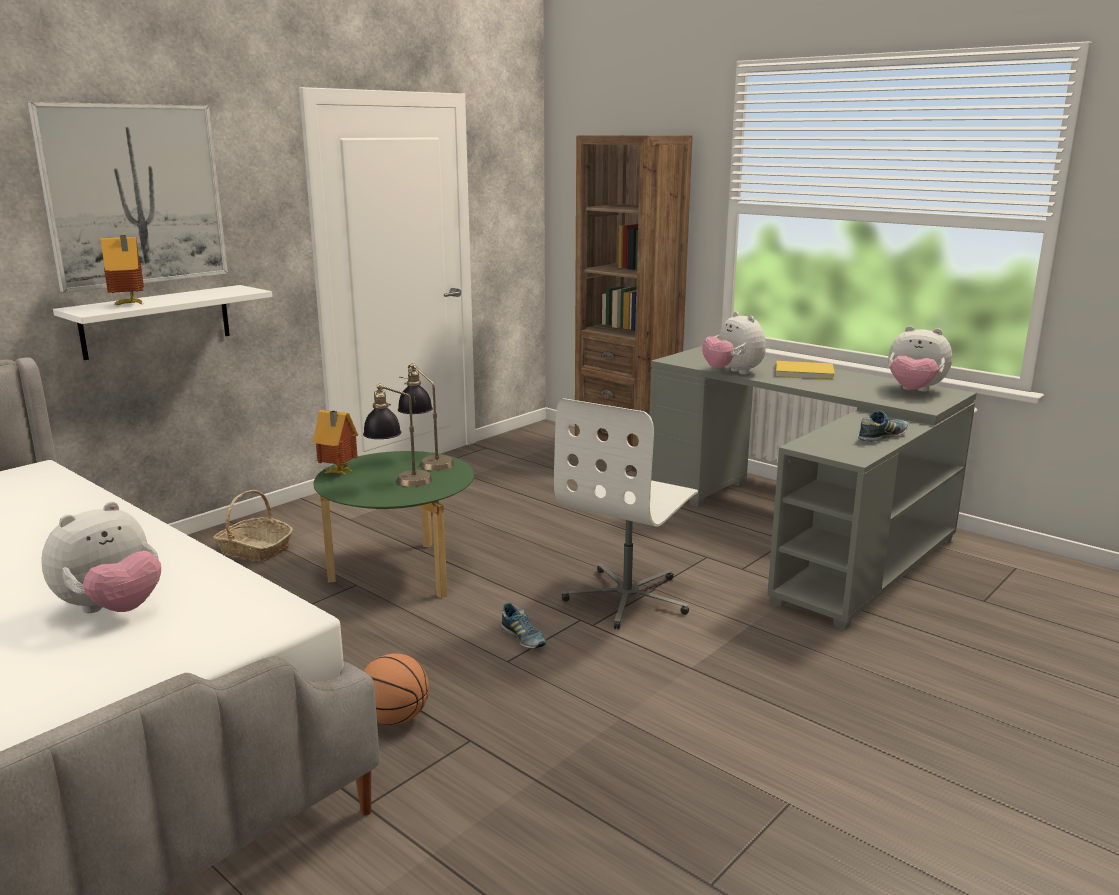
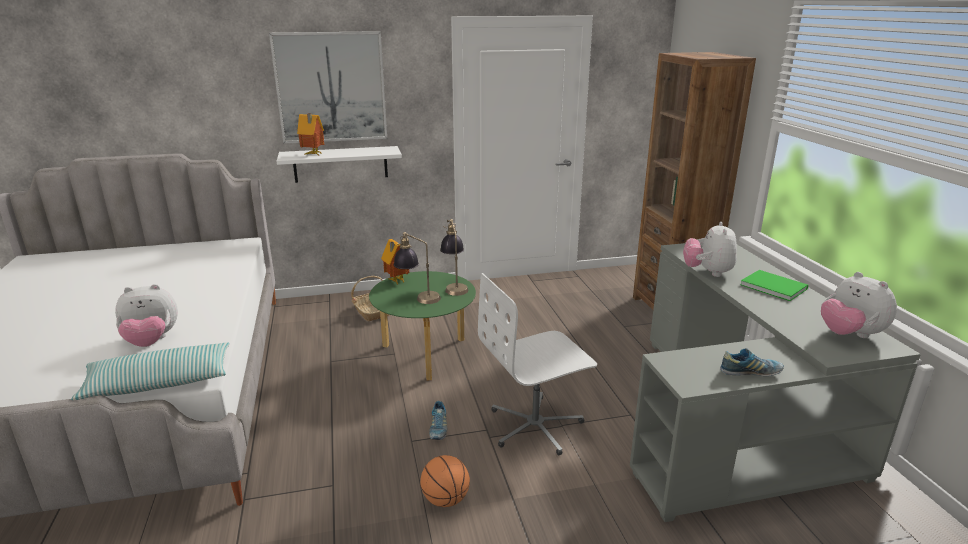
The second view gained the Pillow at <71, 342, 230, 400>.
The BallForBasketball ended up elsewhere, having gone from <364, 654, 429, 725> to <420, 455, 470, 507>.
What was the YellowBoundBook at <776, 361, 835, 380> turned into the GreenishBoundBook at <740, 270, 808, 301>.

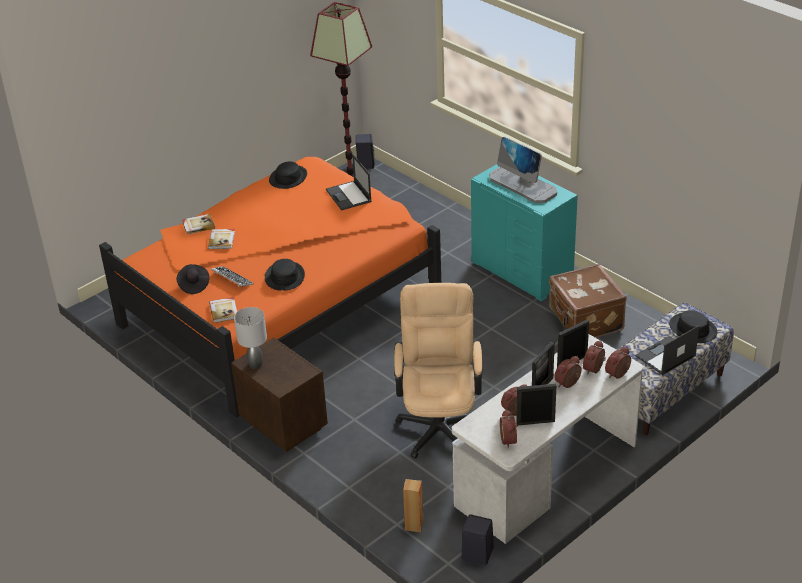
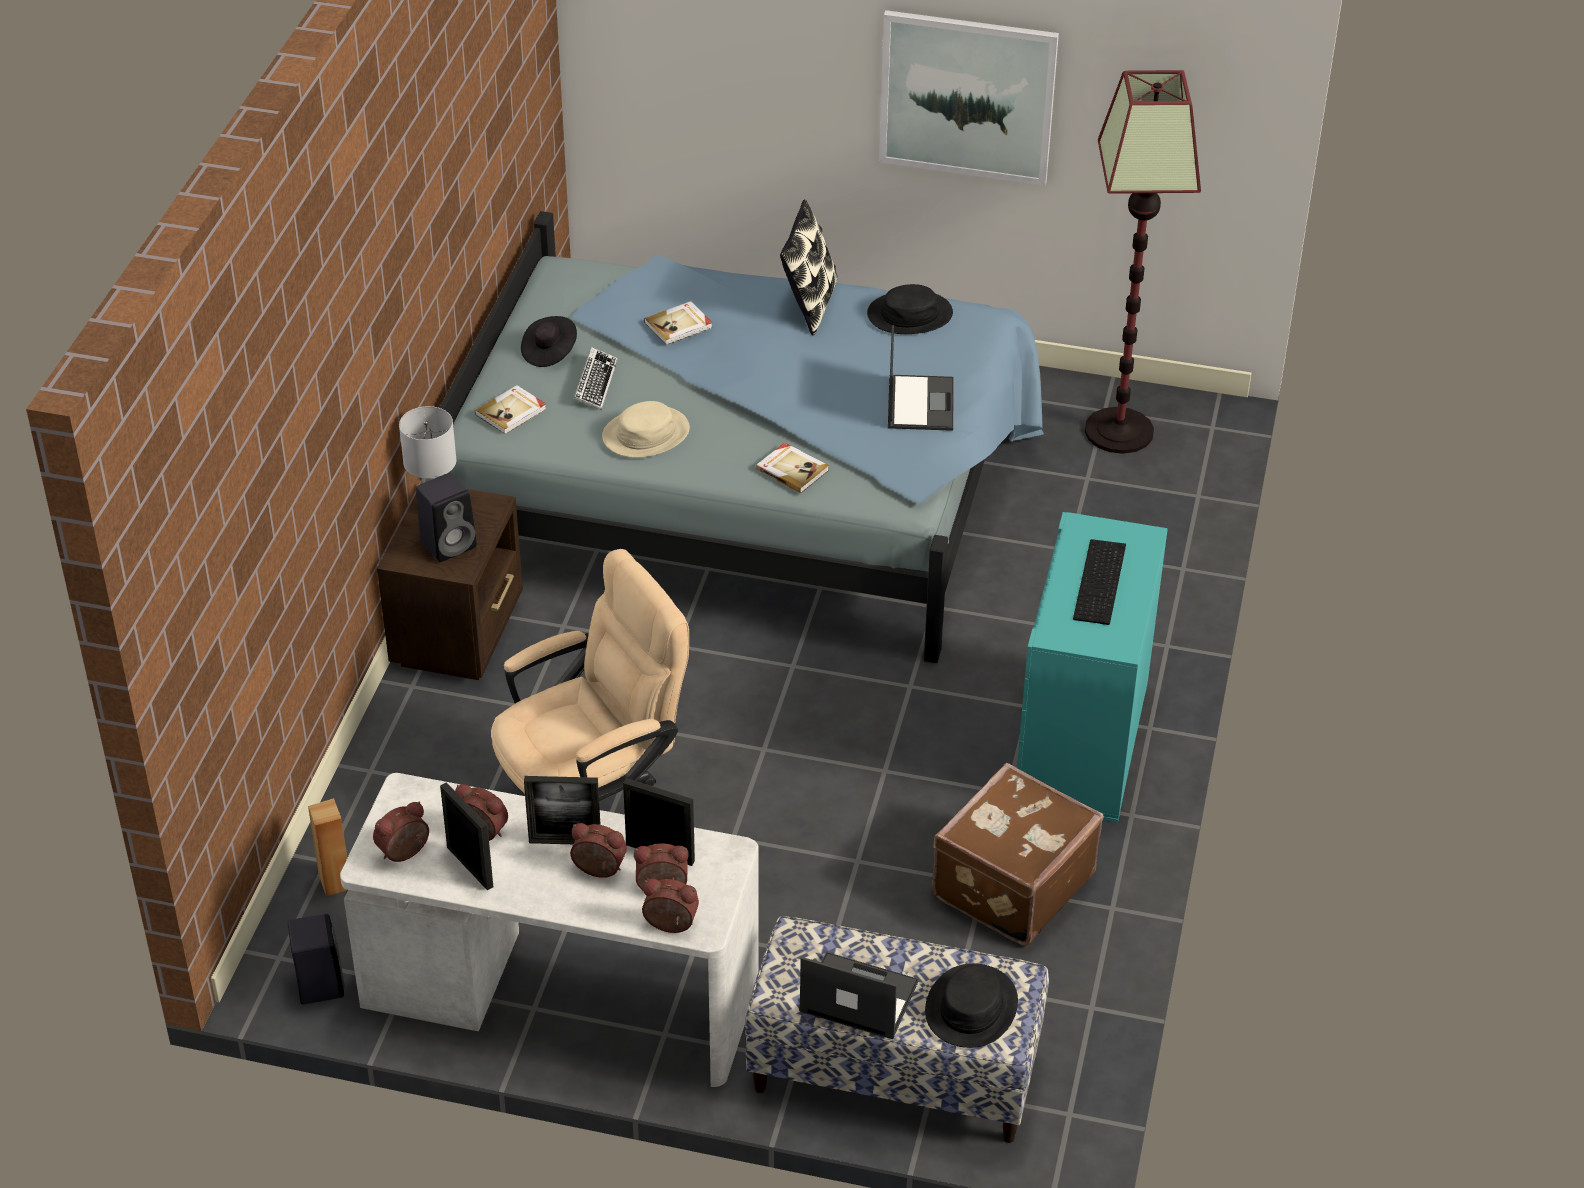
The second view gained the Pillow at <780, 199, 838, 335>.
The second view gained the Picture at <879, 10, 1059, 186>.
The BoundBook ended up elsewhere, having gone from <182, 214, 215, 235> to <756, 442, 829, 493>.
The BlackAudioSpeaker ended up elsewhere, having gone from <356, 134, 375, 169> to <416, 473, 477, 562>.
Where the ComputerScreen stood at <489, 137, 557, 203>, the ComputerKeyboard came to stand at <1073, 539, 1126, 625>.
What was the OrangeyBed at <99, 157, 441, 418> turned into the BluishBed at <440, 211, 1044, 663>.
What was the BlackHat at <265, 259, 305, 291> turned into the SandColouredHat at <602, 401, 690, 458>.
The NotebookComputer at <326, 154, 372, 211> ended up facing another way, 150 degrees clockwise from before.

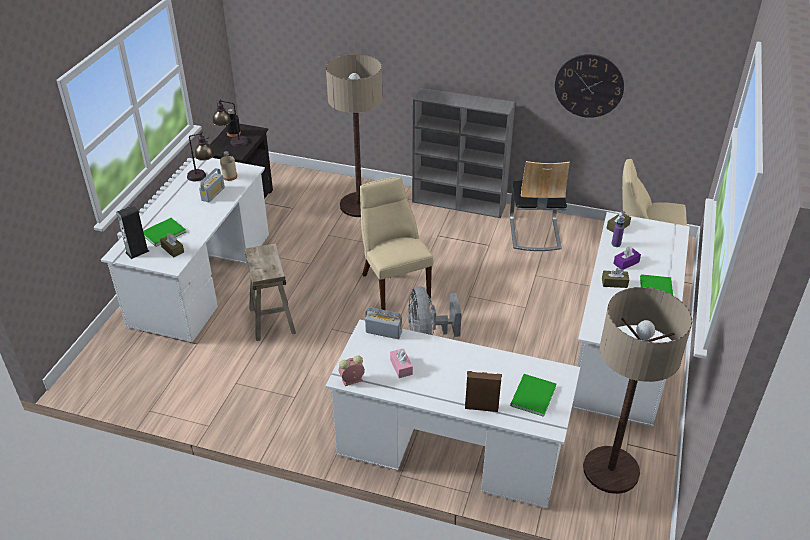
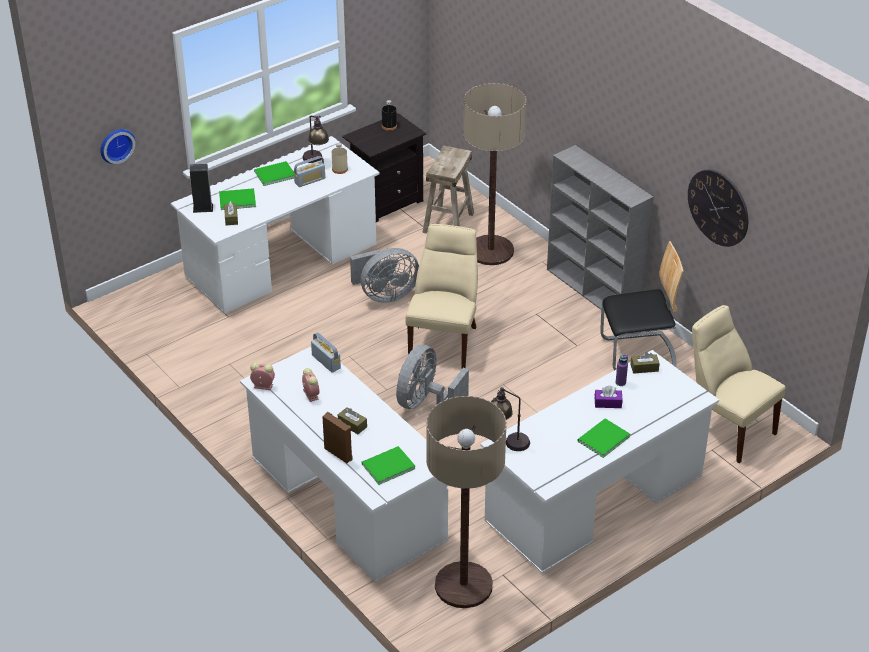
The second view gained the WallClock at <101, 129, 135, 164>.
The second view gained the GreenishBoundBook at <254, 161, 294, 186>.
The second view gained the GreyishFan at <350, 248, 419, 303>.
The LampForATable ended up elsewhere, having gone from <213, 100, 248, 147> to <491, 387, 530, 451>.
The SandColouredStool ended up elsewhere, having gone from <245, 243, 296, 341> to <422, 145, 474, 233>.
The BrownColouredBoxOfTissues ended up elsewhere, having gone from <602, 268, 629, 288> to <338, 407, 367, 434>.
Where the PinkColouredBoxOfTissues stood at <390, 348, 413, 378>, the TableClock came to stand at <302, 368, 319, 402>.
The Chair at <510, 161, 570, 251> ended up facing another way, 135 degrees counterclockwise from before.

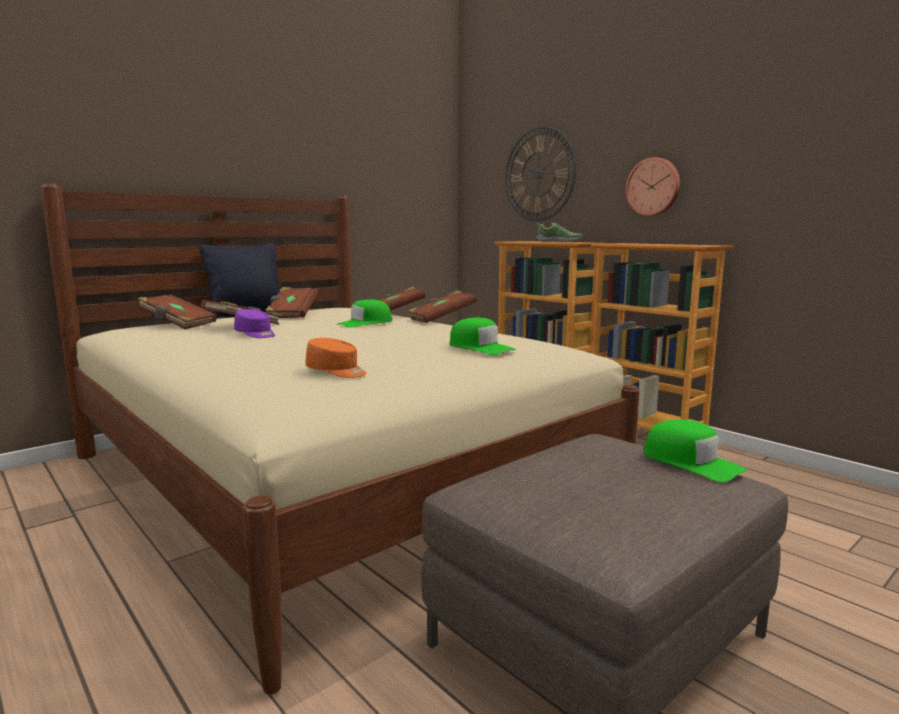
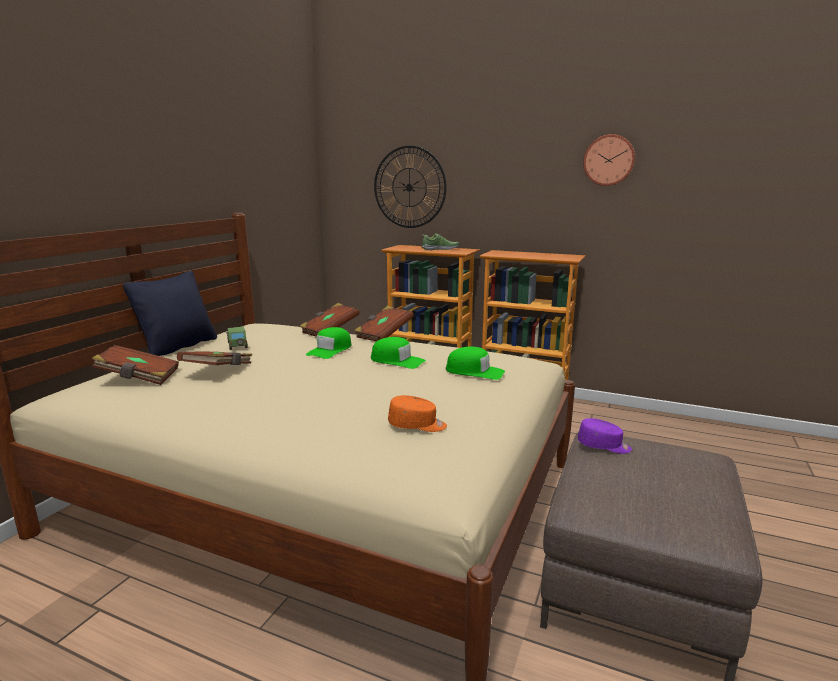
The PurpleColouredBaseballCap ended up elsewhere, having gone from <234, 309, 275, 338> to <578, 418, 632, 454>.
The WallClock ended up elsewhere, having gone from <625, 157, 680, 216> to <583, 134, 635, 186>.
The GreenishBaseballCap ended up elsewhere, having gone from <644, 419, 747, 482> to <371, 337, 426, 369>.
Where the BrownColouredBoundBook stood at <265, 287, 318, 318>, the ToyCar came to stand at <226, 327, 248, 350>.

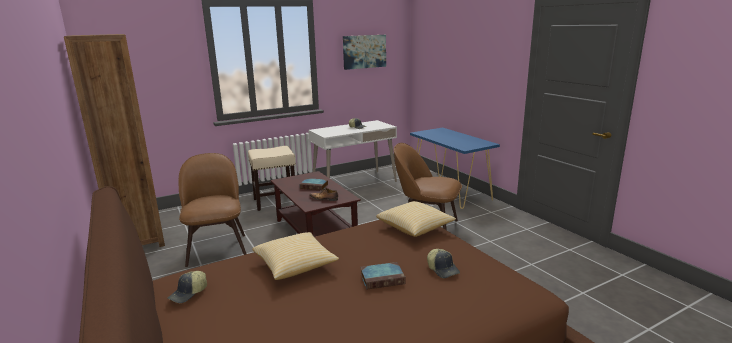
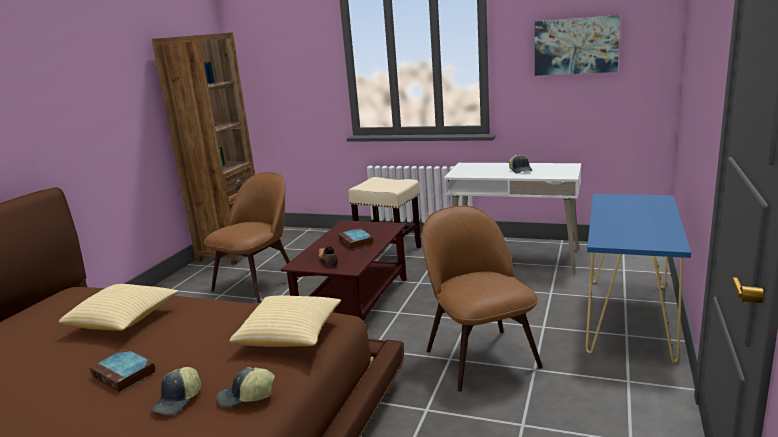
The BaseballCap ended up elsewhere, having gone from <168, 271, 207, 303> to <217, 367, 275, 407>.

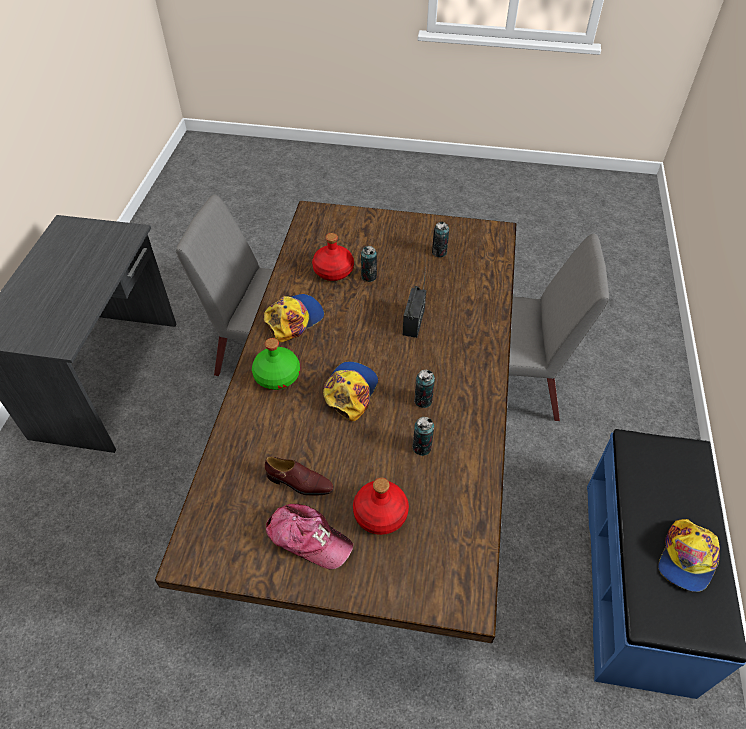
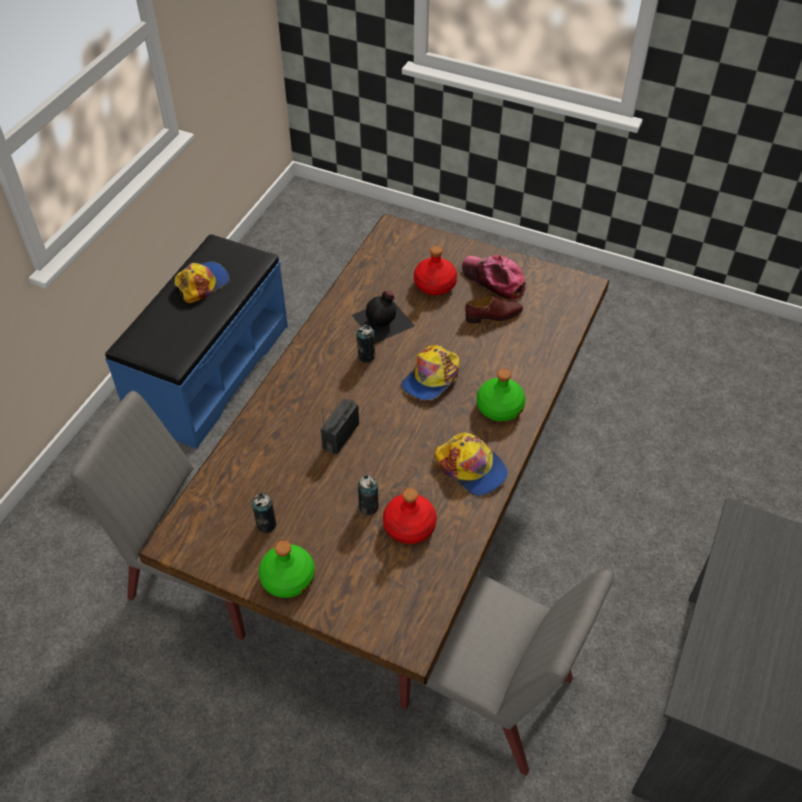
The second view gained the GreenishDrinkBottle at <259, 541, 315, 598>.
Where the MetalCan stood at <412, 417, 434, 456>, the BlackDrinkBottle came to stand at <352, 290, 415, 344>.
The BaseballCap at <264, 294, 324, 342> ended up facing another way, 105 degrees counterclockwise from before.
The BrownColouredShoe at <265, 457, 334, 496> ended up facing another way, 135 degrees clockwise from before.

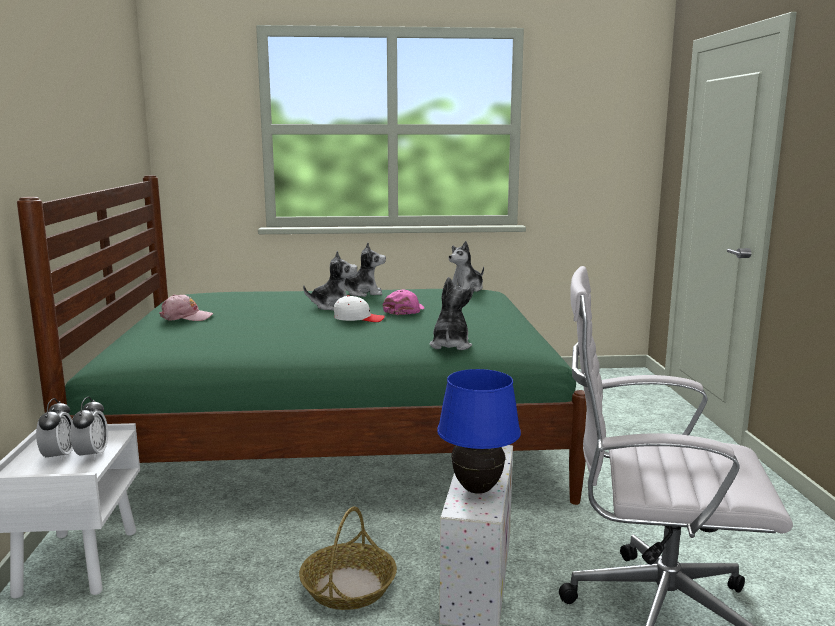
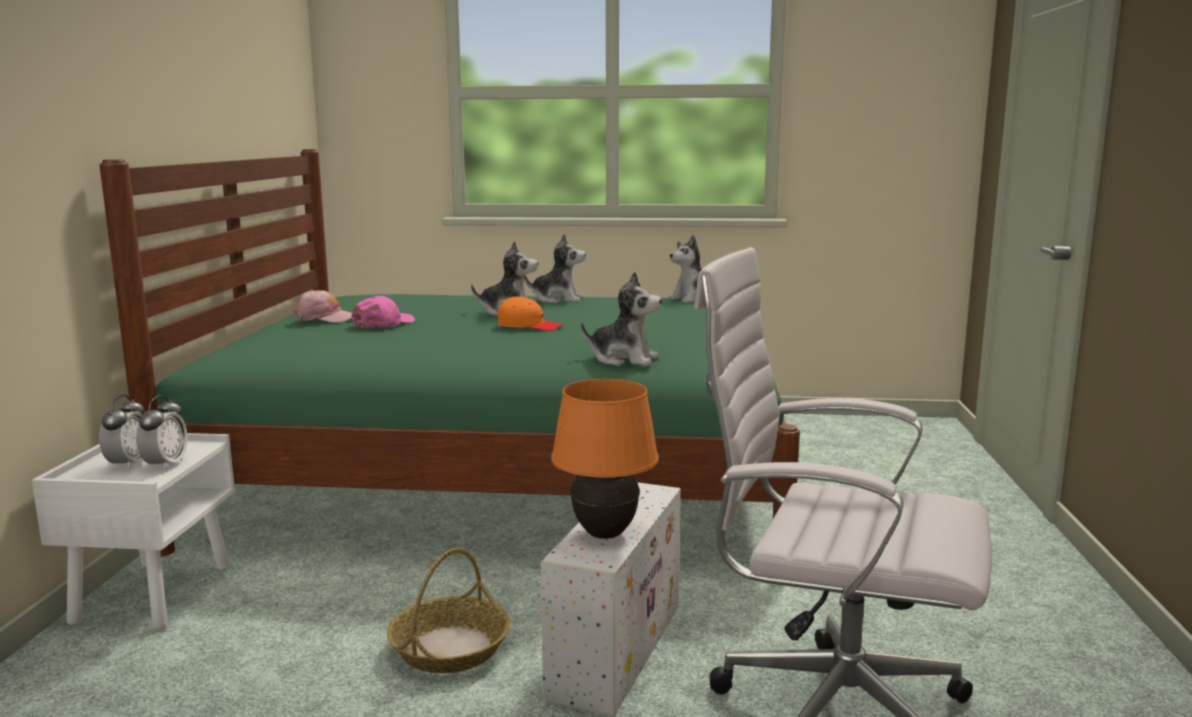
The PinkColouredBaseballCap ended up elsewhere, having gone from <383, 290, 424, 315> to <351, 296, 415, 328>.
What was the WhiteBaseballCap at <334, 295, 385, 322> turned into the OrangeyBaseballCap at <498, 296, 562, 331>.
What was the BluishLampForATable at <437, 369, 521, 494> turned into the OrangeyLampForATable at <551, 379, 659, 539>.
The PlushToy at <429, 277, 474, 350> ended up facing another way, 90 degrees clockwise from before.

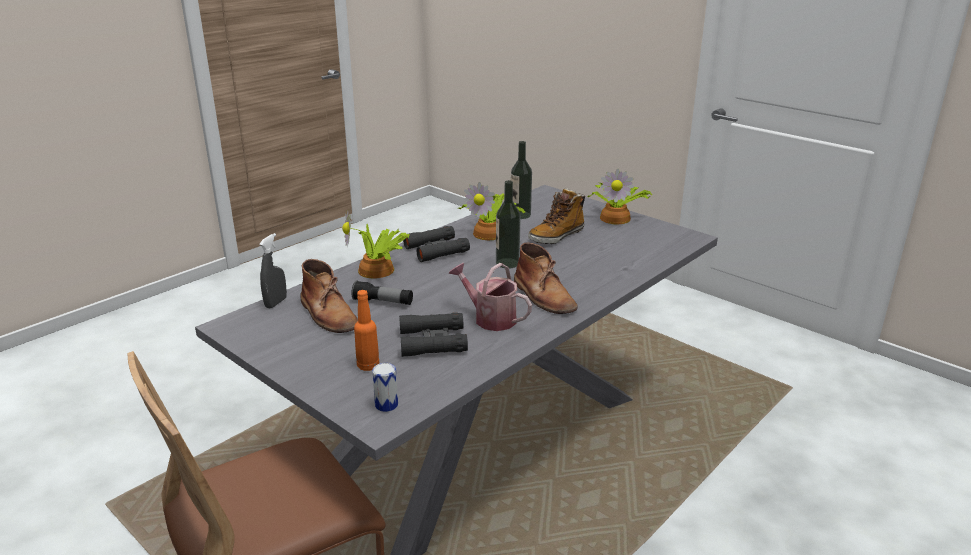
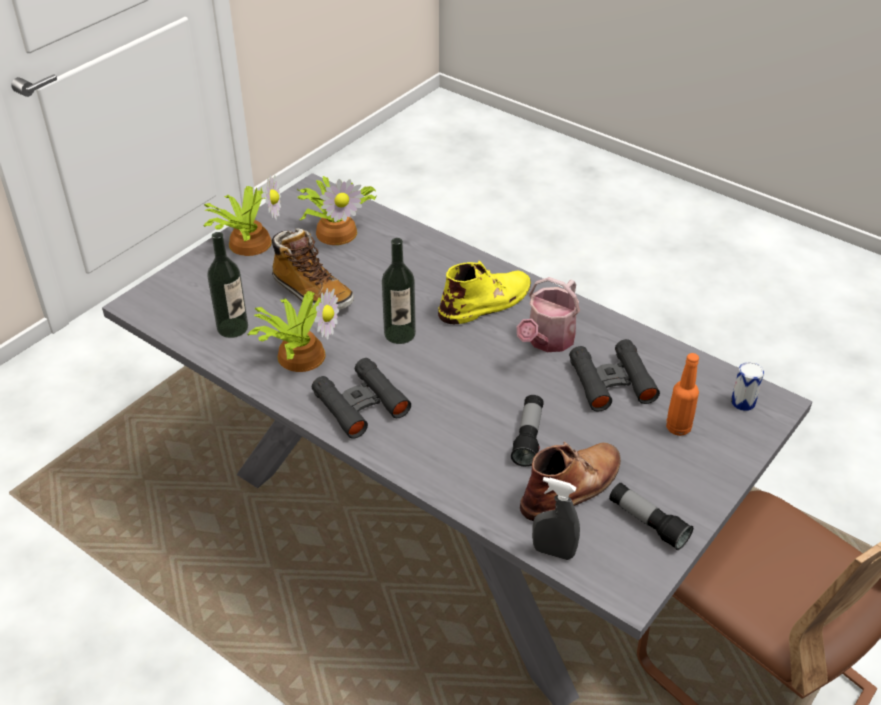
The second view gained the HandTorch at <609, 483, 693, 550>.
The PlantInAPot ended up elsewhere, having gone from <342, 210, 410, 278> to <297, 176, 378, 245>.
What was the BrownColouredHighTopBoot at <514, 243, 578, 314> turned into the YellowHighTopBoot at <438, 261, 531, 324>.

